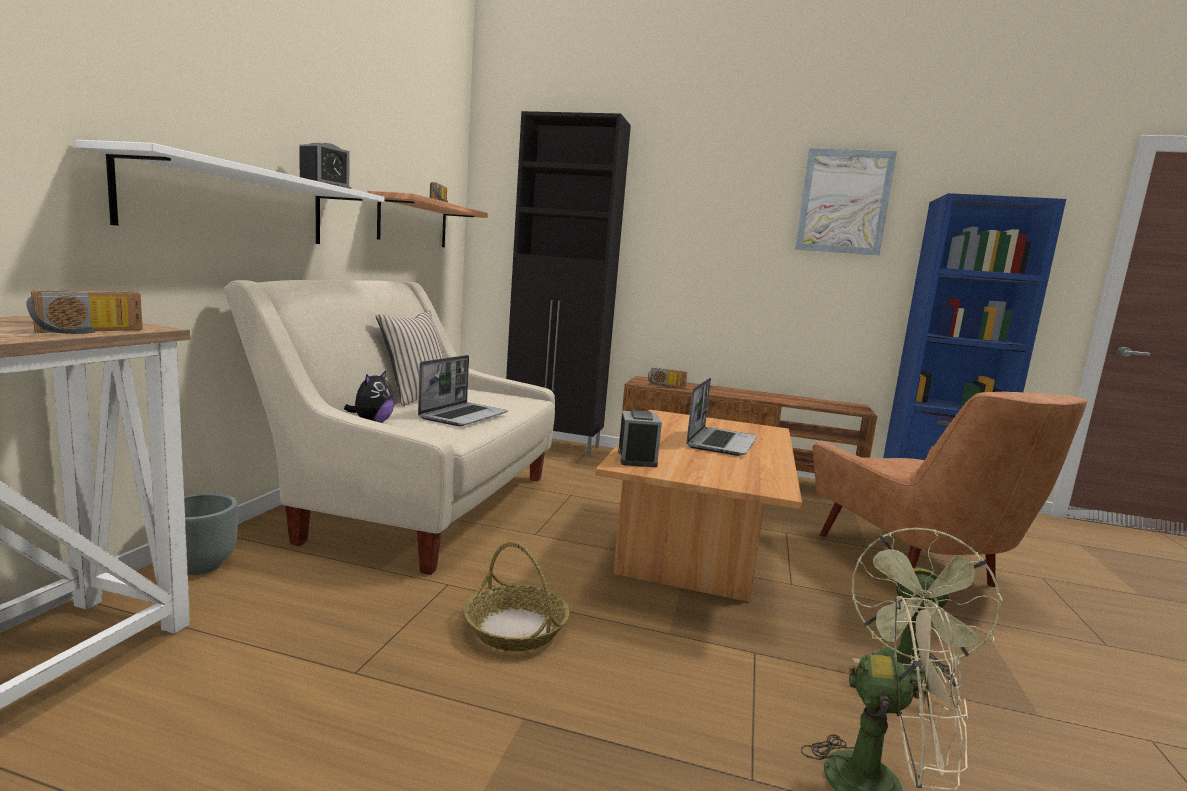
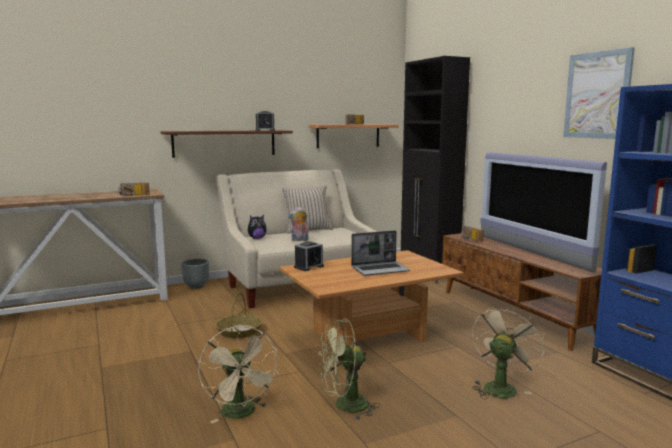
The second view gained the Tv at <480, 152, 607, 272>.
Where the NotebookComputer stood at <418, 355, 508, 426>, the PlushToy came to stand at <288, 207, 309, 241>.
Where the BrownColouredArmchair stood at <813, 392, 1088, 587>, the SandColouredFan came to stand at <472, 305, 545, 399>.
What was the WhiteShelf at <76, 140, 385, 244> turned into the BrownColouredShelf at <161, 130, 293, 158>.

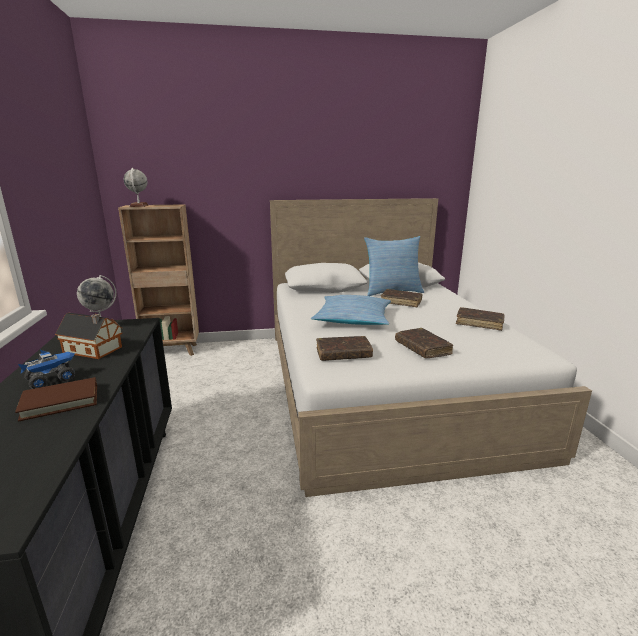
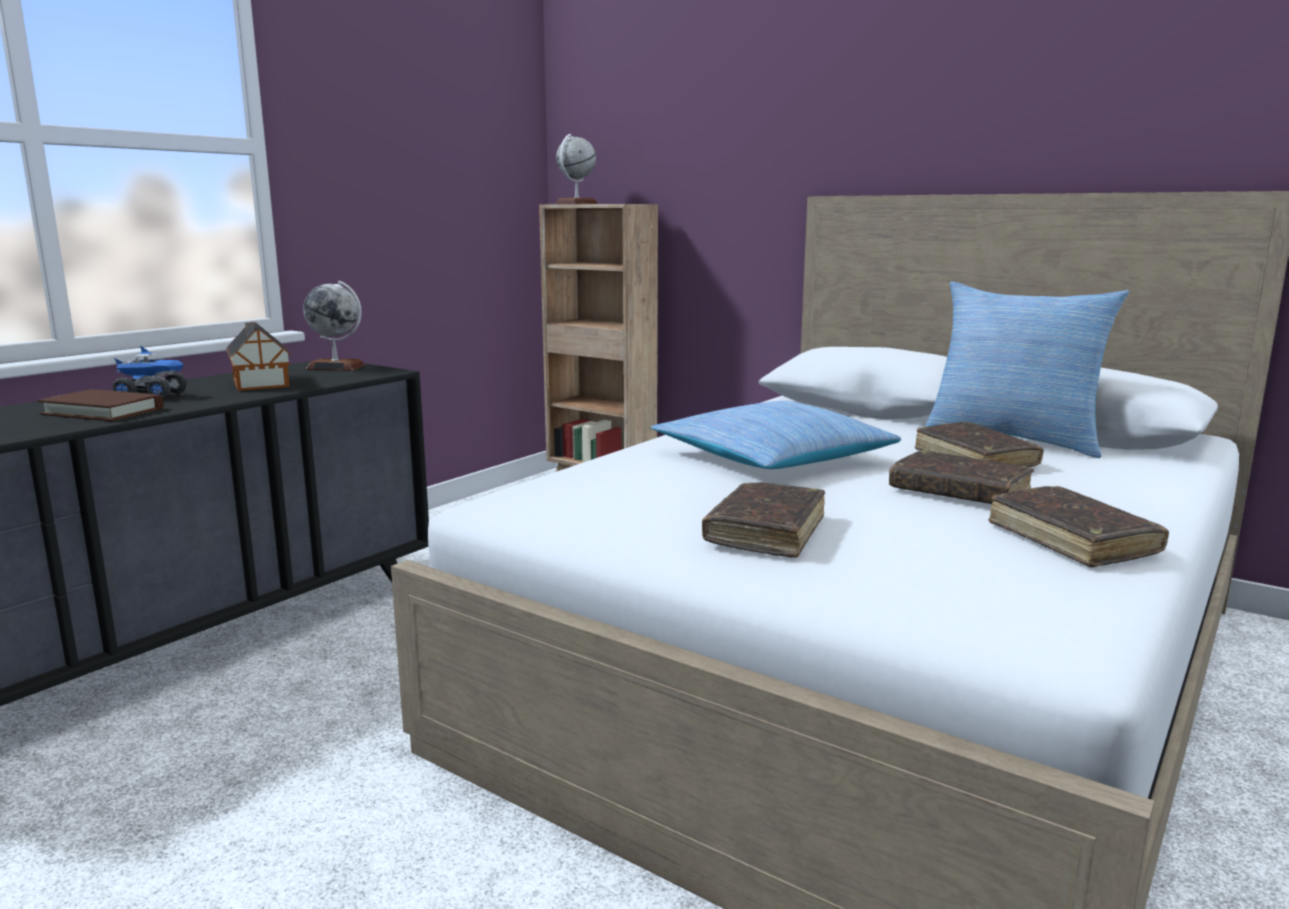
The BrownColouredBoundBook ended up elsewhere, having gone from <316, 336, 373, 361> to <889, 450, 1034, 504>.

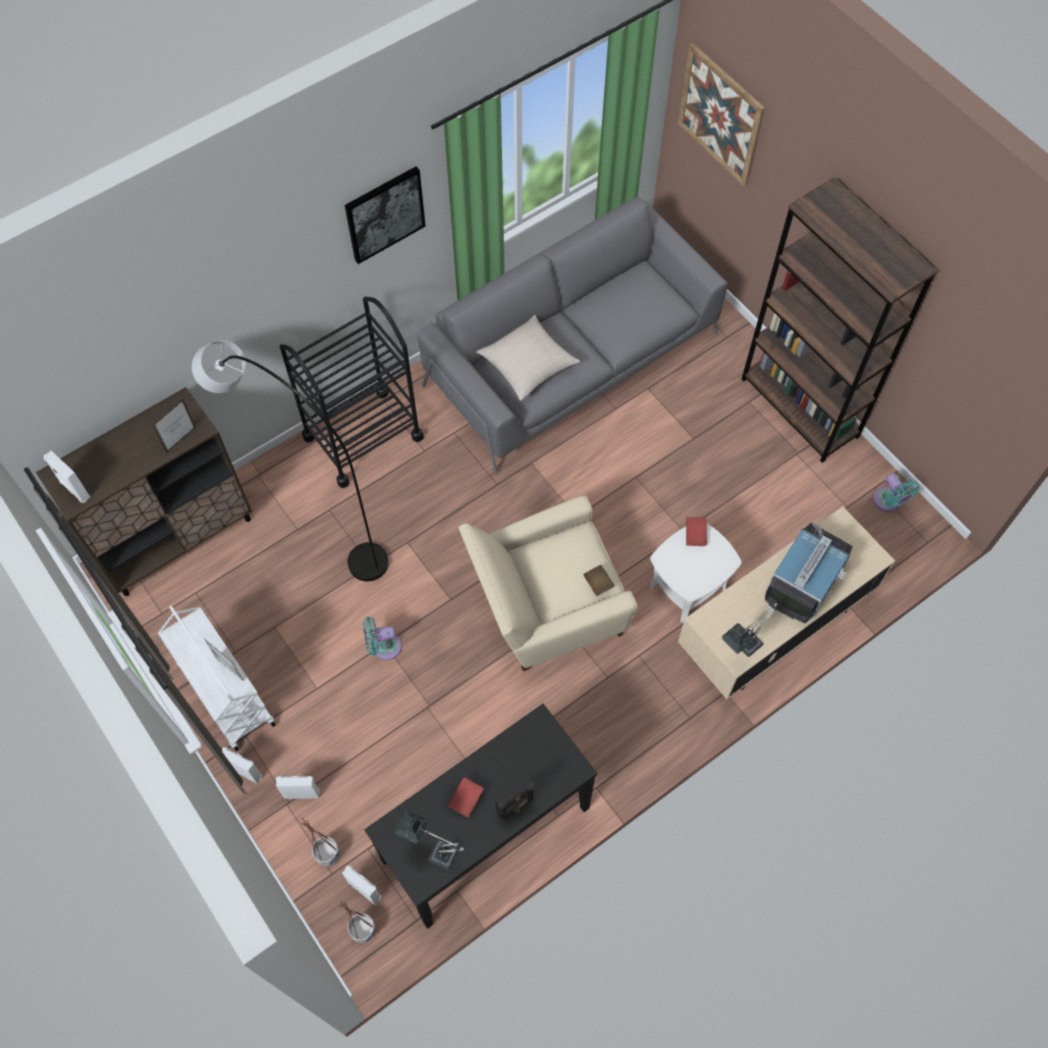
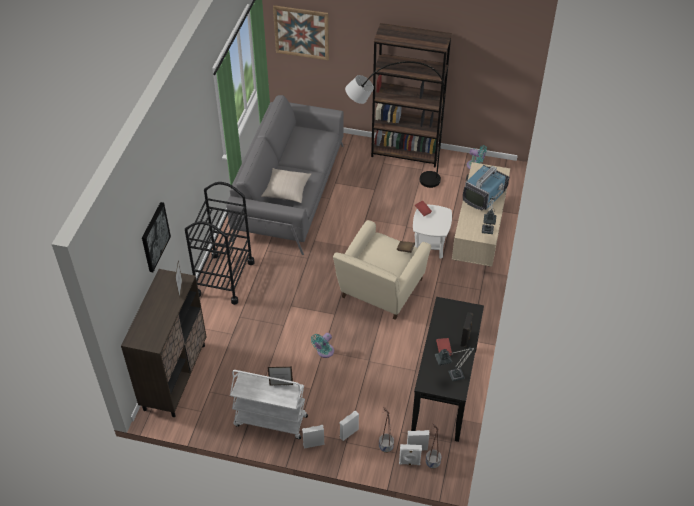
The WhiteAudioSpeaker ended up elsewhere, having gone from <44, 451, 90, 503> to <399, 444, 422, 465>.
The GreyishFloorLamp ended up elsewhere, having gone from <192, 340, 389, 581> to <345, 61, 445, 188>.
The Picture ended up elsewhere, having gone from <345, 166, 426, 264> to <142, 202, 171, 272>.
The Tv at <765, 523, 853, 623> ended up facing another way, 45 degrees clockwise from before.

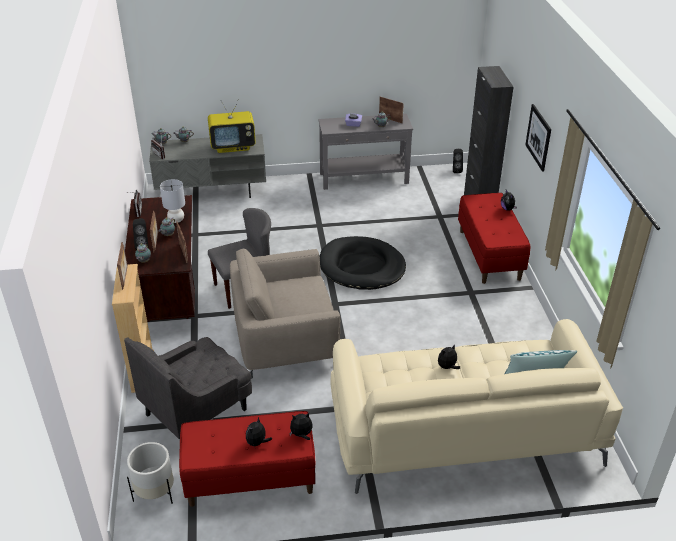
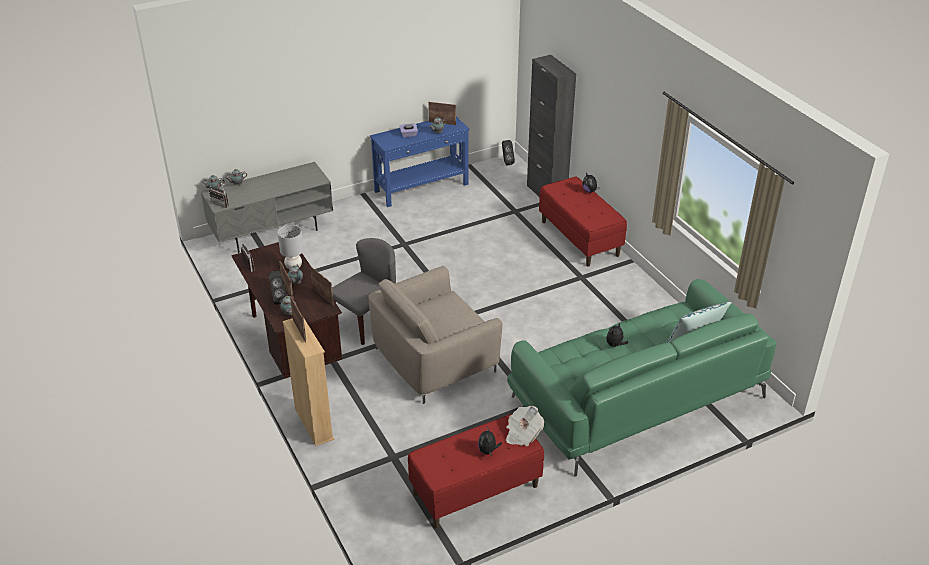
The second view lost the GreyishArmchair at <124, 337, 252, 439>.
The second view lost the WhiteFlowerPot at <127, 442, 174, 504>.
The second view lost the Tv at <208, 99, 256, 153>.
The second view lost the BlackDogBed at <319, 236, 406, 290>.
The second view lost the Picture at <525, 104, 551, 172>.
Where the PlushToy stood at <290, 413, 313, 440>, the PrintedPaper came to stand at <506, 406, 544, 446>.
What was the GreyishConsoleTable at <318, 114, 413, 190> turned into the BluishConsoleTable at <370, 116, 470, 207>.
What was the SandColouredCouch at <330, 319, 623, 494> turned into the GreenishCouch at <507, 279, 777, 476>.

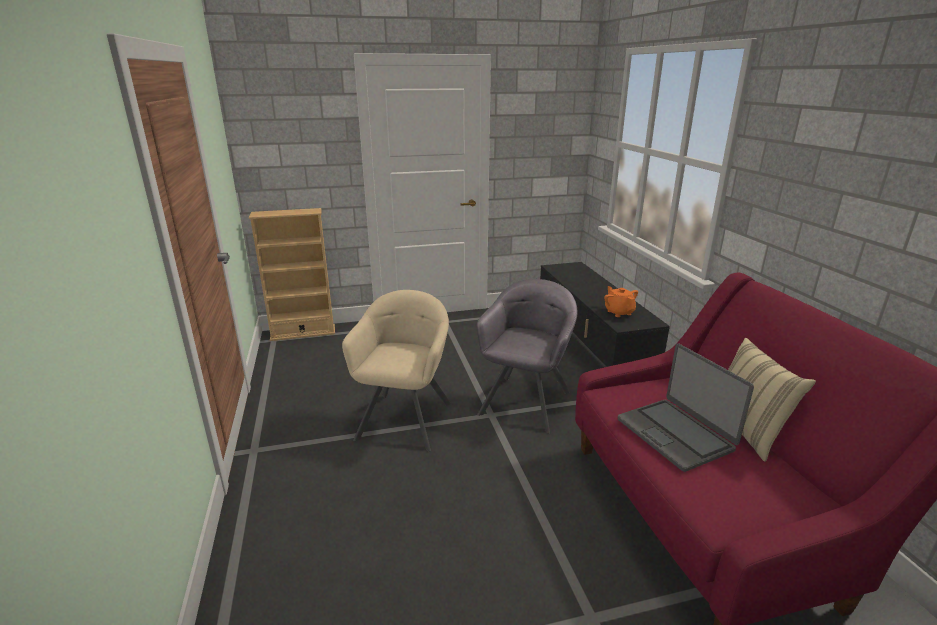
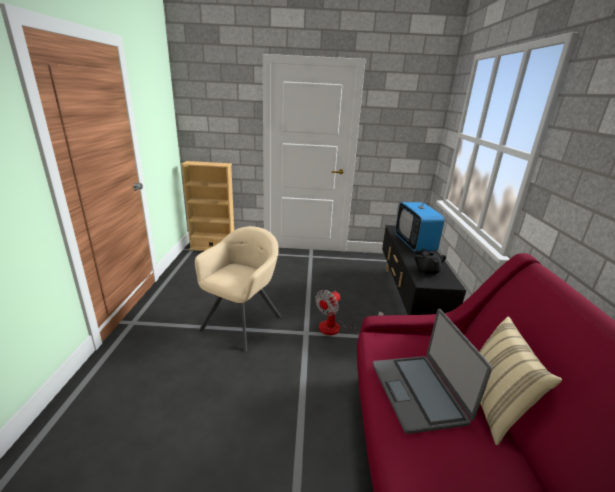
The second view gained the Tv at <395, 185, 445, 251>.
Where the GreyishArmchair stood at <477, 279, 577, 434>, the Fan came to stand at <315, 290, 384, 335>.
What was the OrangeyTeaPot at <604, 286, 638, 317> turned into the BlackTeaPot at <414, 248, 446, 275>.

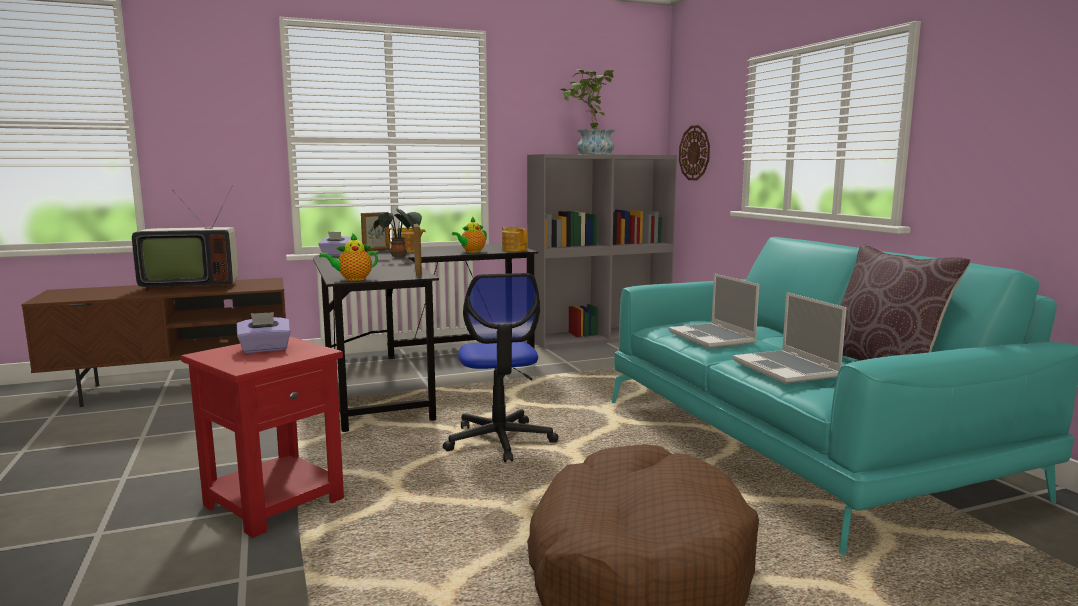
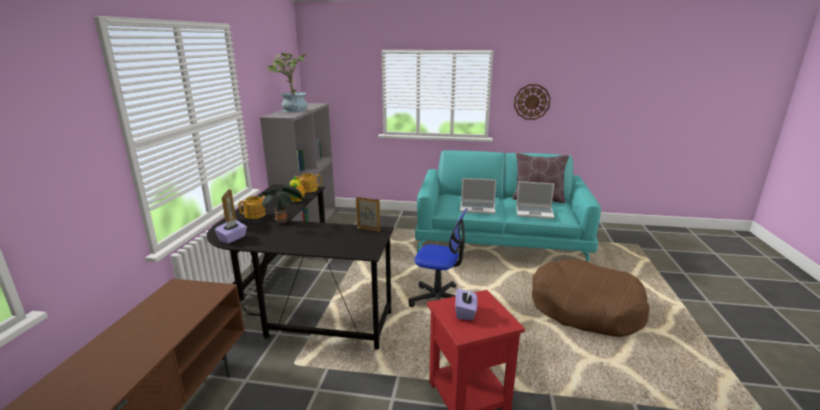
The second view lost the Tv at <132, 185, 238, 291>.
The second view lost the TeaPot at <319, 233, 378, 281>.
The WallClock ended up elsewhere, having gone from <679, 125, 710, 180> to <514, 84, 551, 120>.

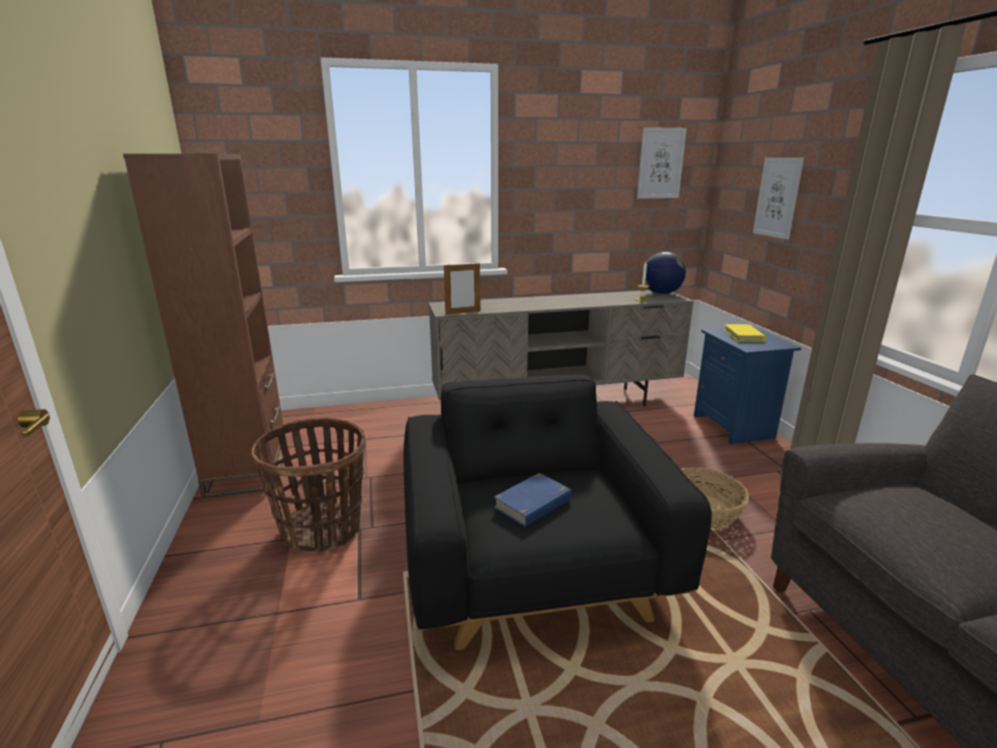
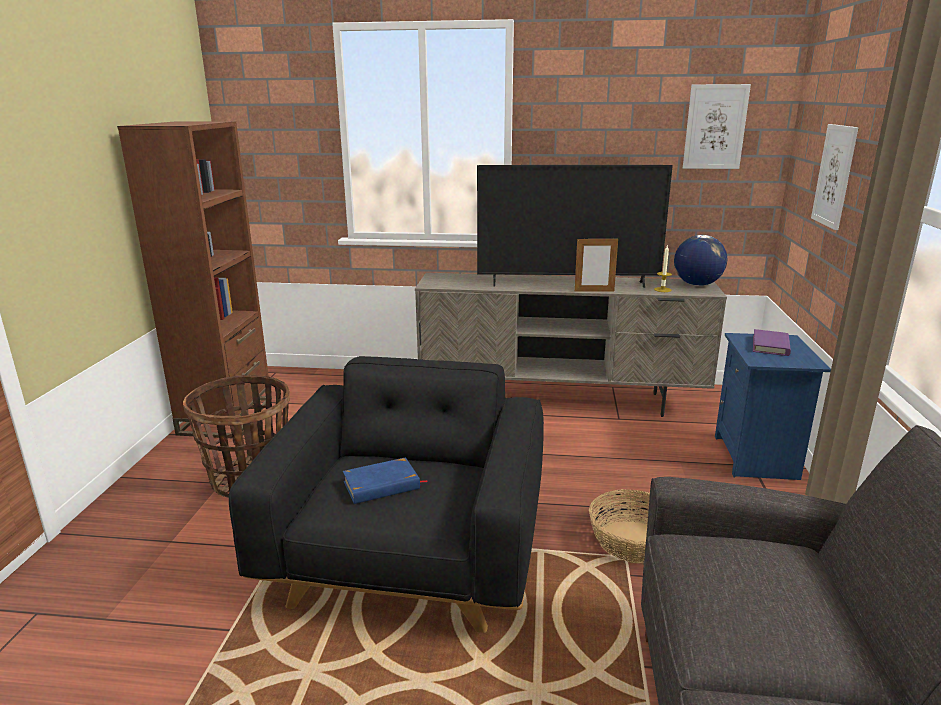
The second view gained the Tv at <477, 165, 673, 288>.
The StandingFrame ended up elsewhere, having gone from <444, 262, 481, 314> to <575, 237, 618, 292>.
What was the YellowBoundBook at <724, 324, 766, 342> turned into the PurpleColouredBoundBook at <753, 329, 791, 356>.

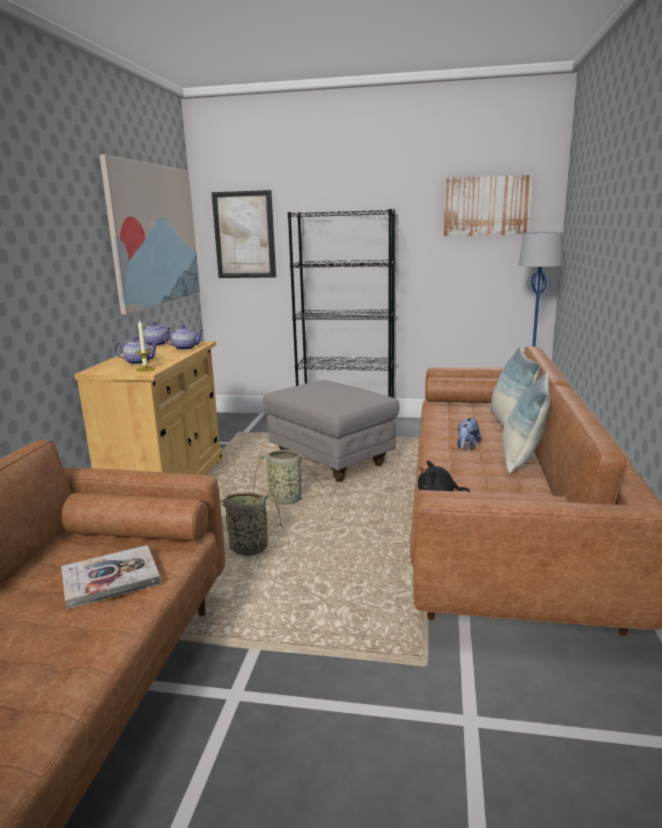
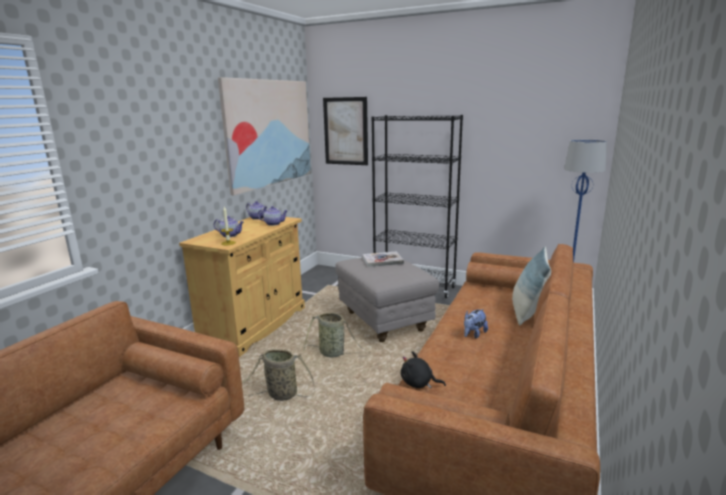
The second view lost the Picture at <444, 175, 533, 236>.
The second view lost the Pillow at <502, 371, 550, 473>.
The BoundBook ended up elsewhere, having gone from <61, 545, 161, 609> to <362, 251, 404, 267>.

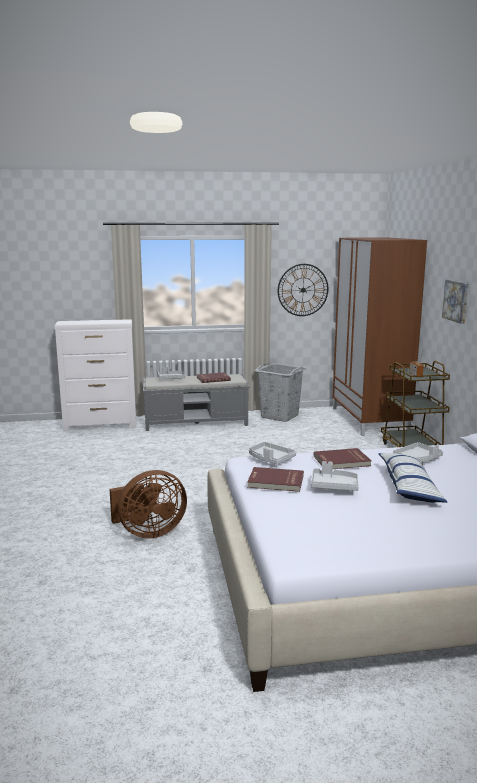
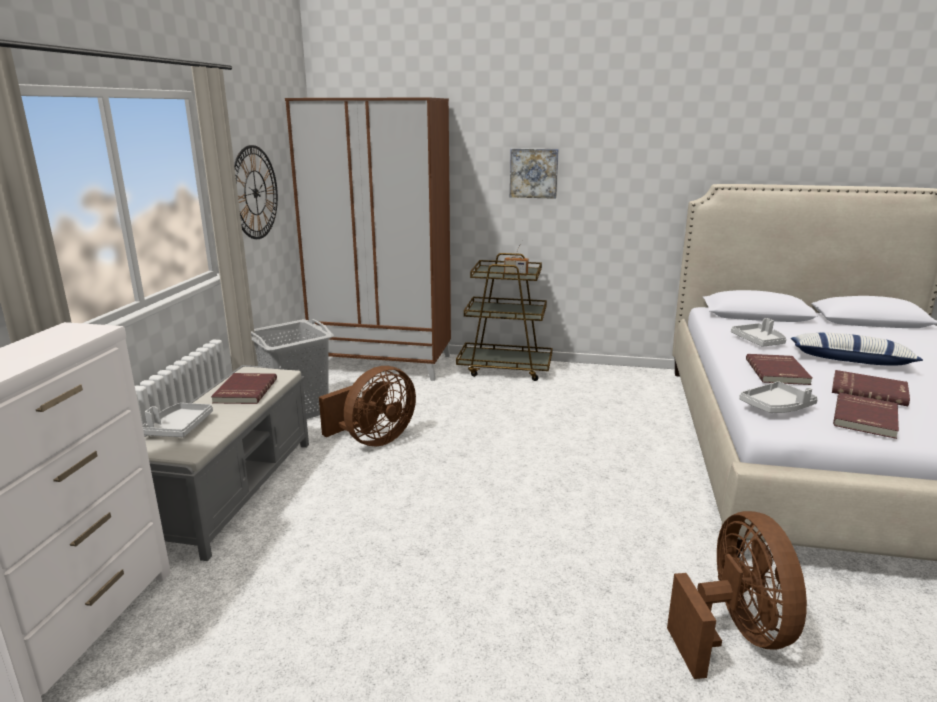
The second view gained the BrownColouredFan at <319, 366, 416, 446>.
Where the GreyishTray stood at <311, 461, 359, 491>, the RedColouredBoundBook came to stand at <832, 370, 910, 406>.

